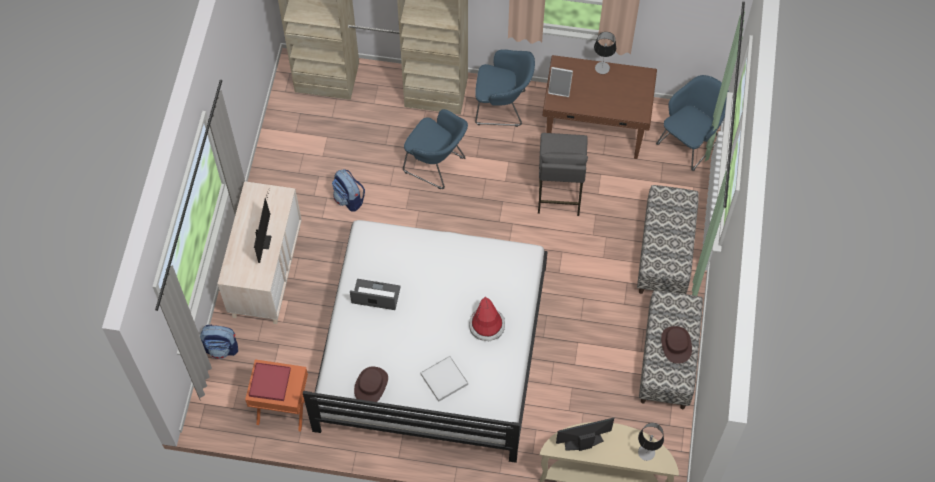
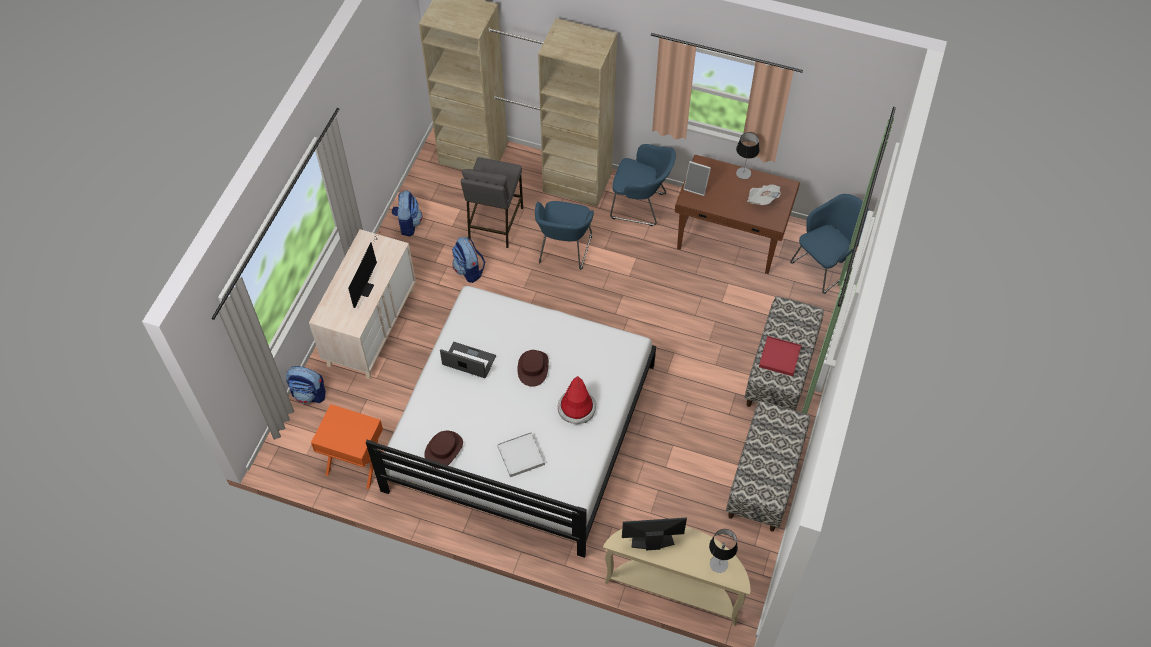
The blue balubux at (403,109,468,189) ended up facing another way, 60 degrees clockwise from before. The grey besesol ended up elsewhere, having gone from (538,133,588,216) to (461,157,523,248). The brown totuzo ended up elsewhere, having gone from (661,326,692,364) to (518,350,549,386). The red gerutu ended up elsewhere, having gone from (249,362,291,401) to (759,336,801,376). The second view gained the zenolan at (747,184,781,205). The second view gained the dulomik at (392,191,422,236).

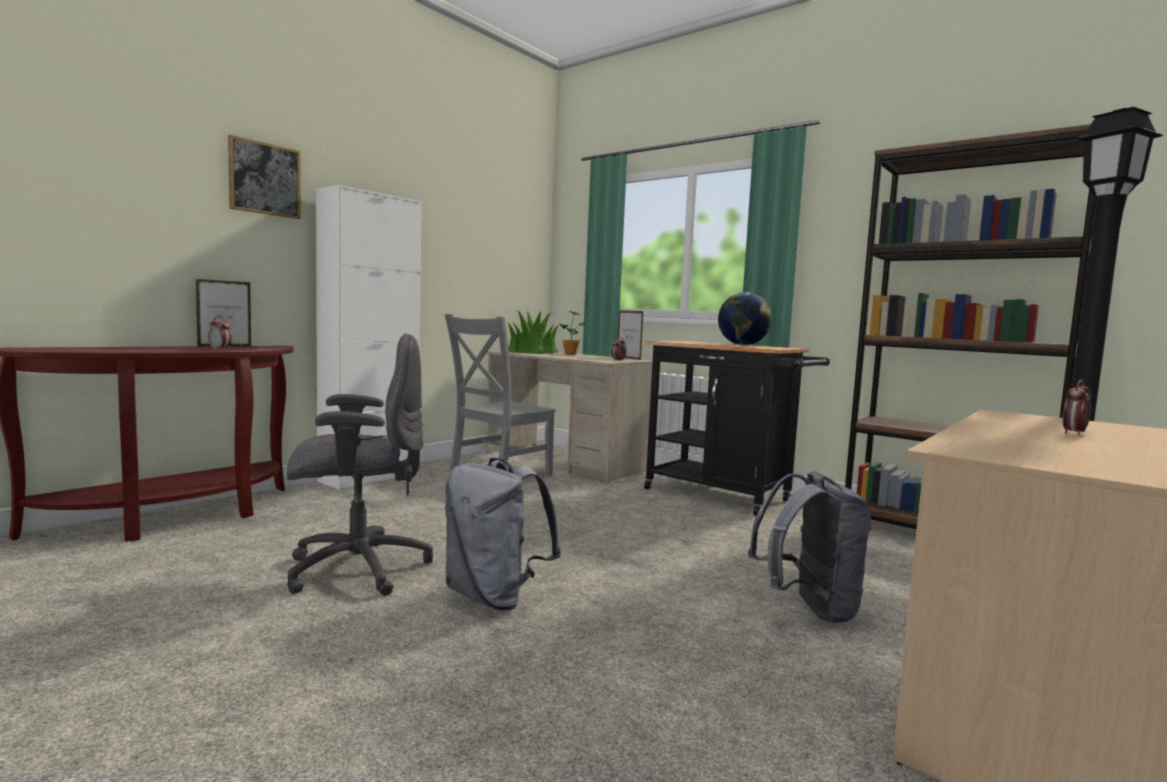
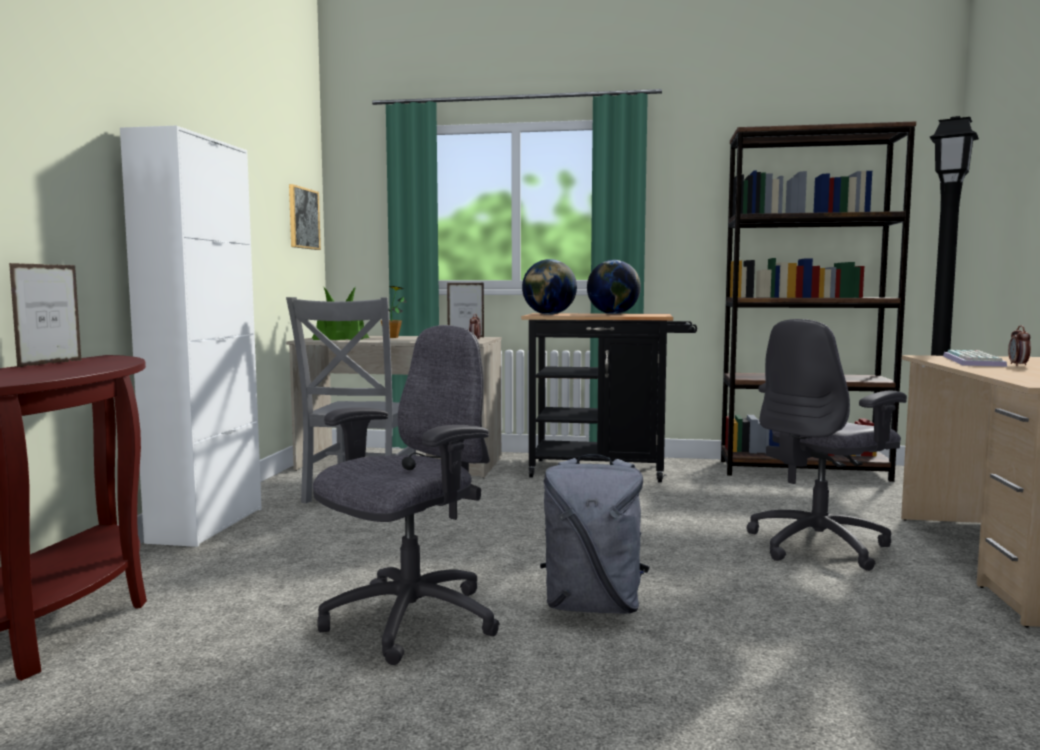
The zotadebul ended up elsewhere, having gone from (228,135,301,219) to (289,184,321,250). The second view lost the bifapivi at (208,317,232,351). Where the grey dulomik stood at (748,471,872,624), the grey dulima came to stand at (746,319,907,571). The second view gained the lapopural at (522,259,577,315). The second view gained the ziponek at (943,350,1007,367).

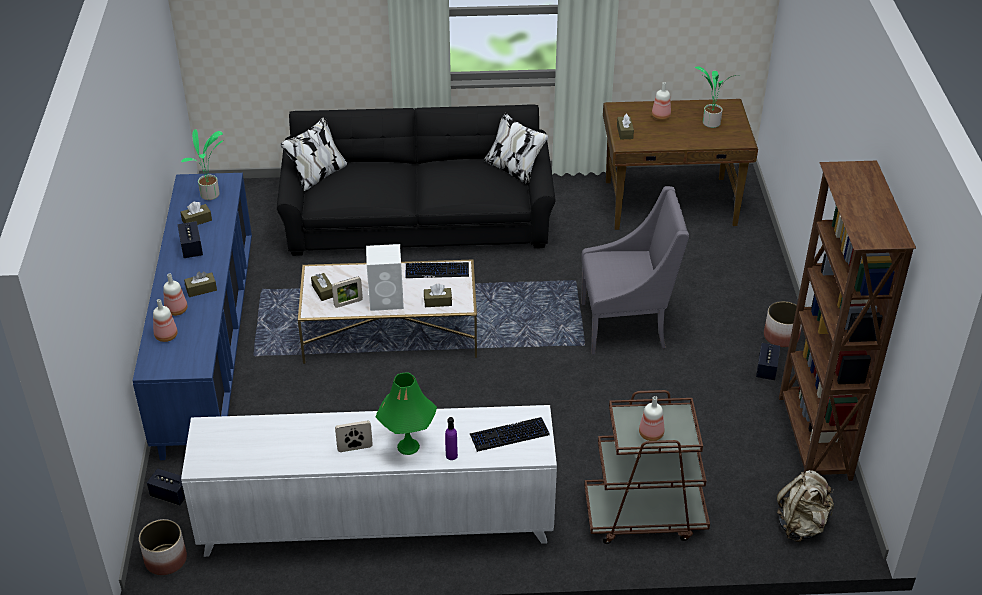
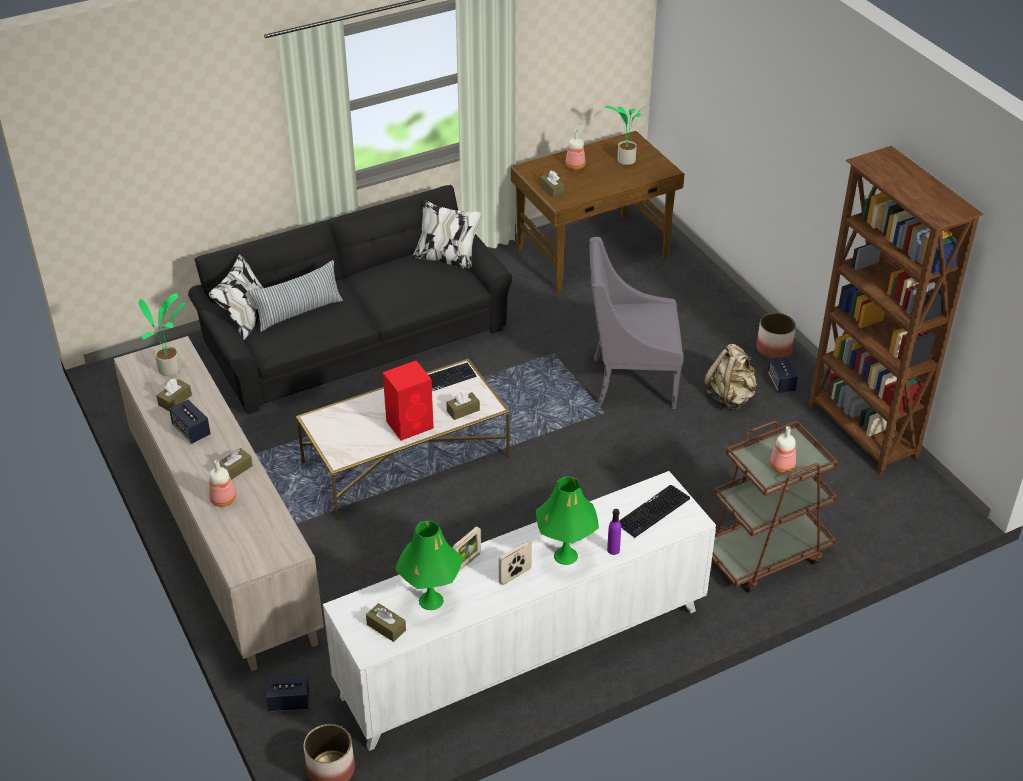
What was the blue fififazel at (133,173,252,460) turned into the beige fififazel at (114,336,324,671). The grey balubux at (581,186,689,355) ended up facing another way, 150 degrees counterclockwise from before. What was the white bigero at (366,244,404,311) turned into the red bigero at (383,361,434,441). The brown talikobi ended up elsewhere, having gone from (311,273,333,301) to (366,603,406,642). The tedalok ended up elsewhere, having gone from (332,277,363,308) to (452,526,481,572). The second view lost the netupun at (153,299,178,342). The beige dulomik ended up elsewhere, having gone from (777,470,834,542) to (704,344,757,410). The second view gained the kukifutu at (249,260,343,332). The second view gained the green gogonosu at (395,521,463,610).

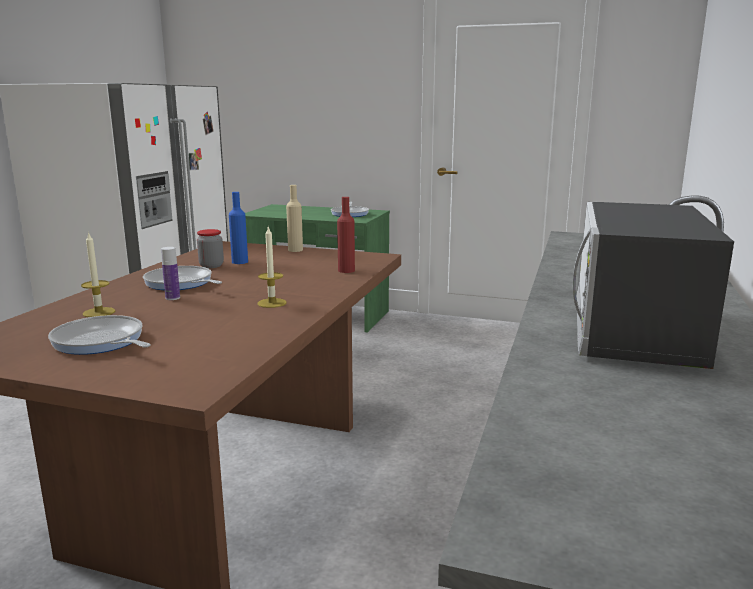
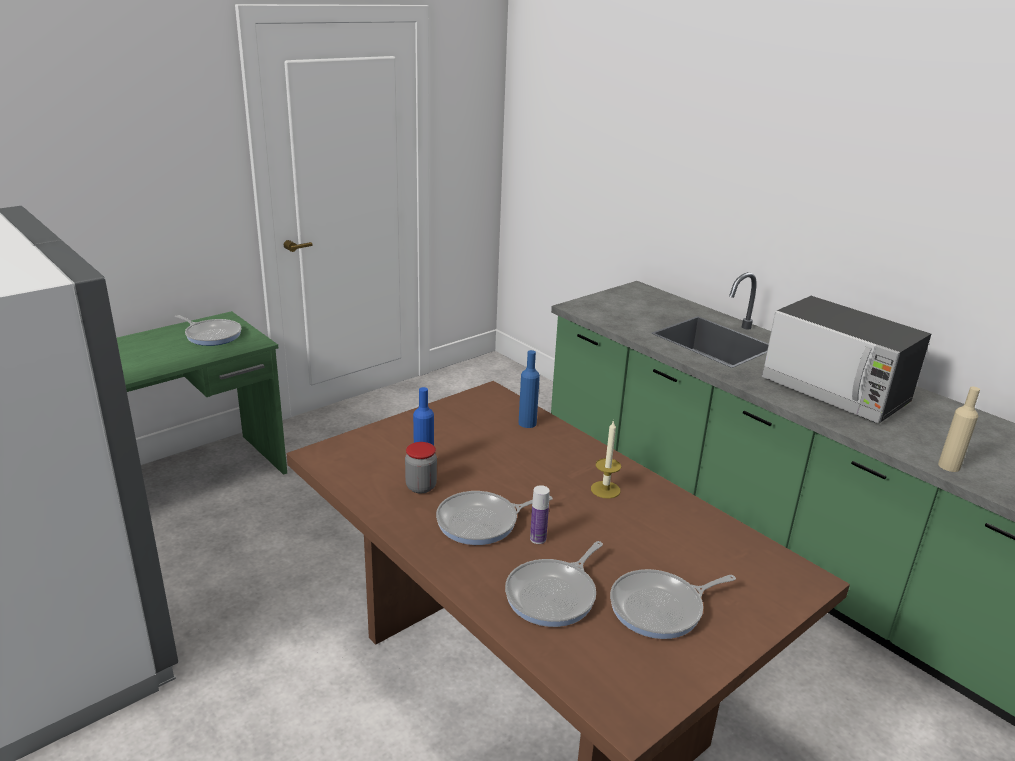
The beige netupun ended up elsewhere, having gone from (286,185,303,252) to (938,386,980,472). What was the red netupun at (337,197,355,273) turned into the blue netupun at (519,350,540,428). Where the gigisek stood at (81,232,115,317), the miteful came to stand at (505,541,603,627).

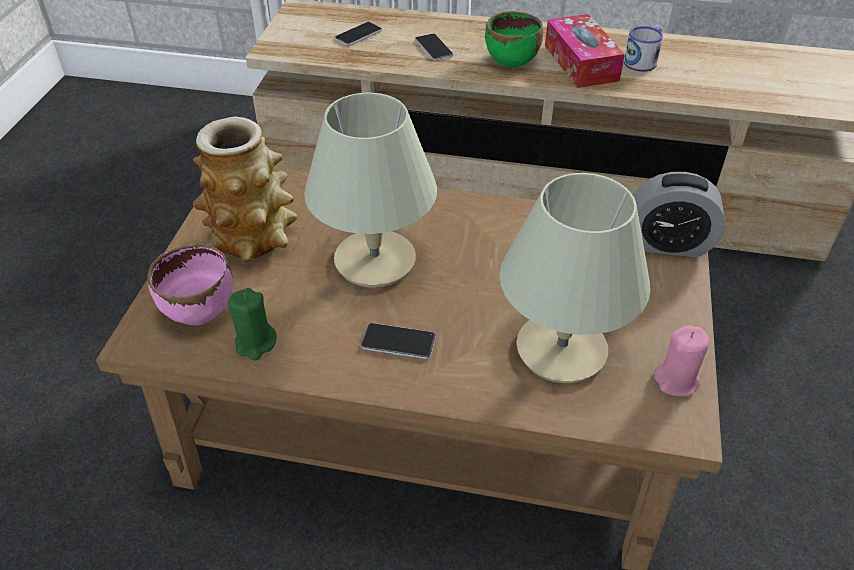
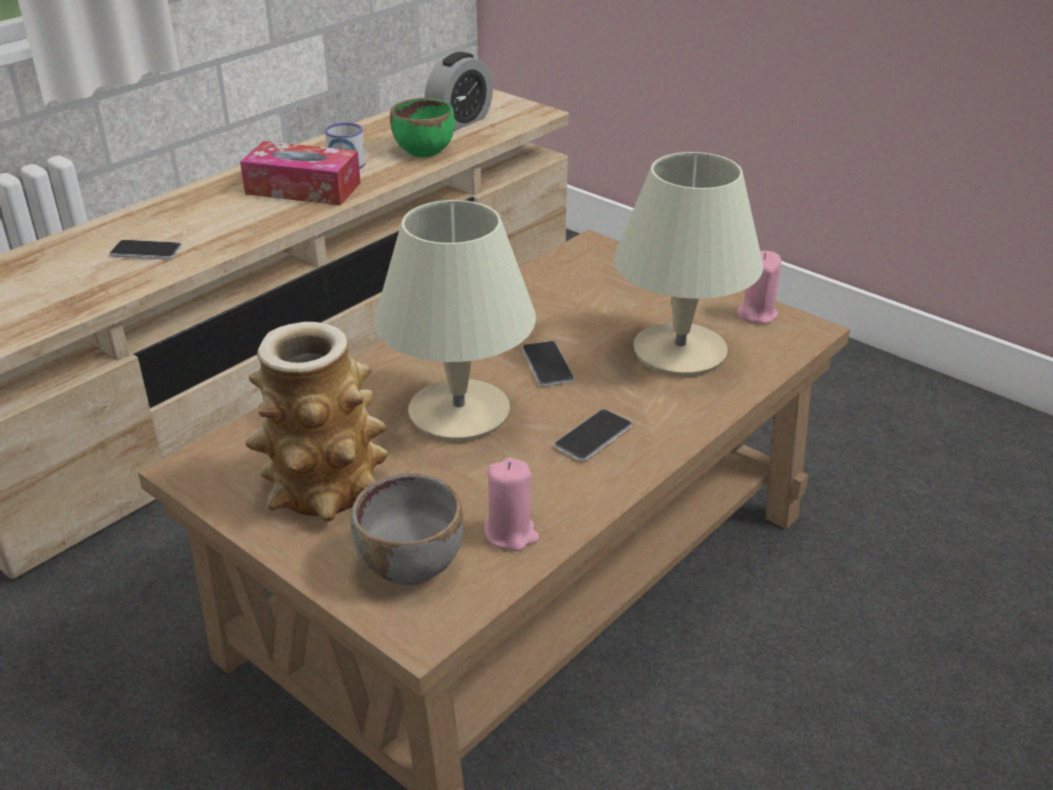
The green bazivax ended up elsewhere, having gone from (485,11,543,68) to (390,98,455,157). The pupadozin ended up elsewhere, having gone from (335,22,382,46) to (522,341,575,387). The bifapivi ended up elsewhere, having gone from (633,172,725,257) to (425,52,493,131). What was the pink bazivax at (147,244,233,325) turned into the grey bazivax at (351,473,463,585). What was the green gigisek at (228,288,277,360) turned into the pink gigisek at (484,457,539,551).

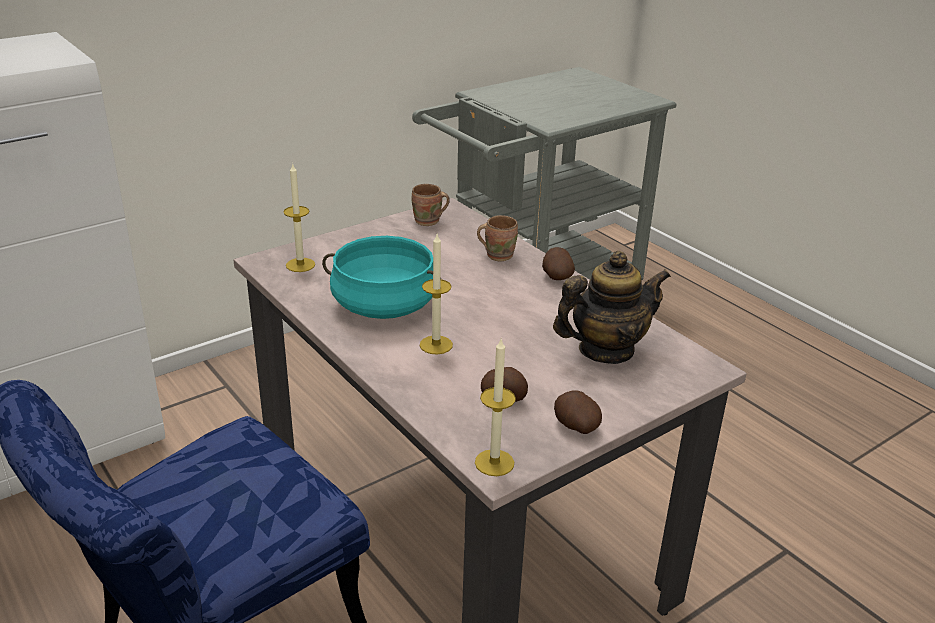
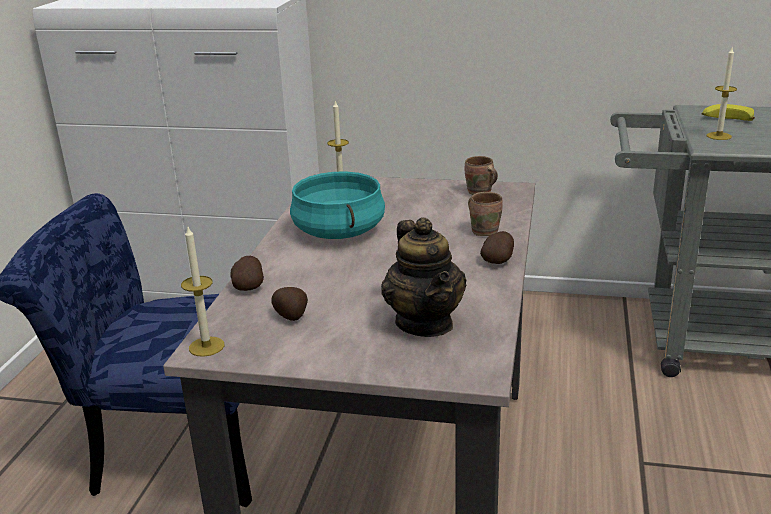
The gigisek ended up elsewhere, having gone from (420,234,453,354) to (706,48,737,140). The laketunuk at (553,251,671,364) ended up facing another way, 45 degrees clockwise from before. The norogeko ended up elsewhere, having gone from (554,390,602,434) to (230,256,264,291). The second view gained the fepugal at (702,104,755,121).

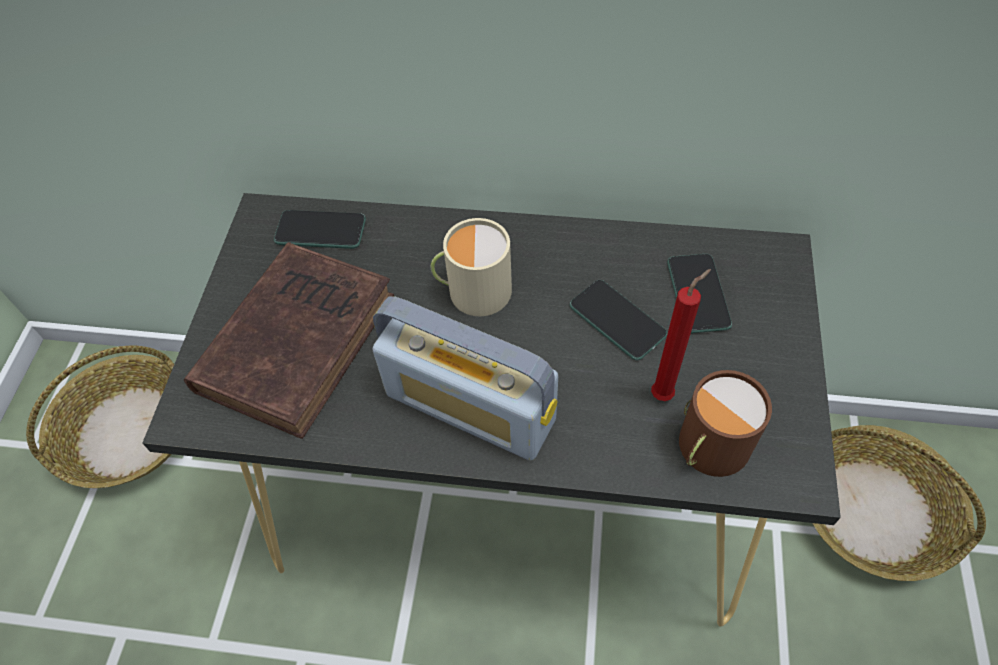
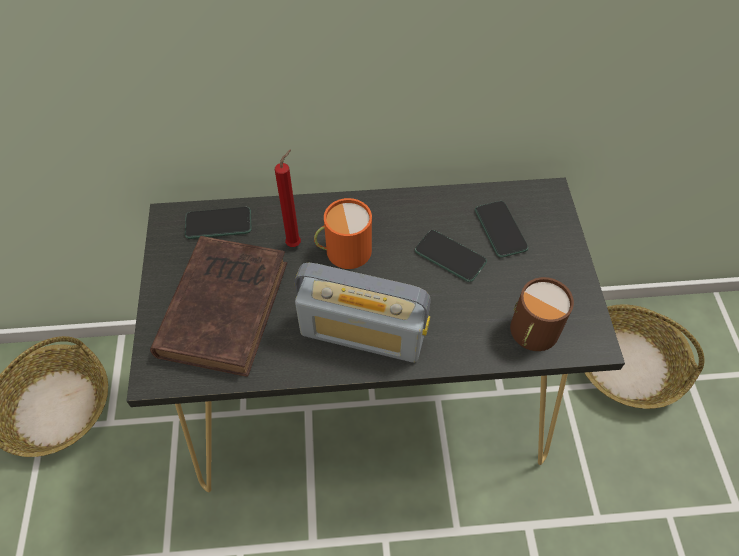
What was the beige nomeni at (431,218,512,316) turned into the orange nomeni at (314,198,372,269). The red gigisek ended up elsewhere, having gone from (651,269,711,401) to (275,149,301,247).

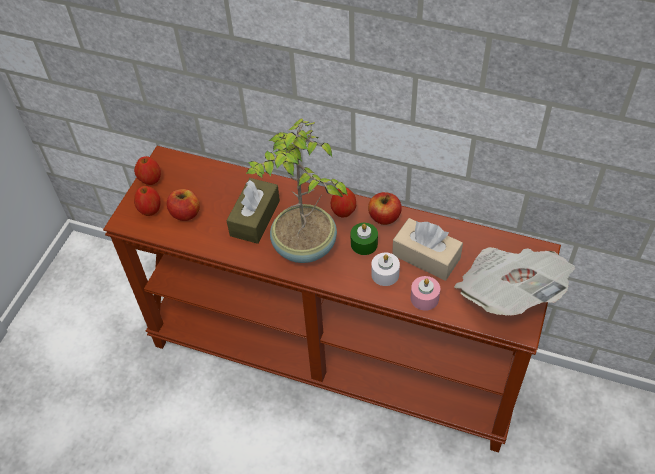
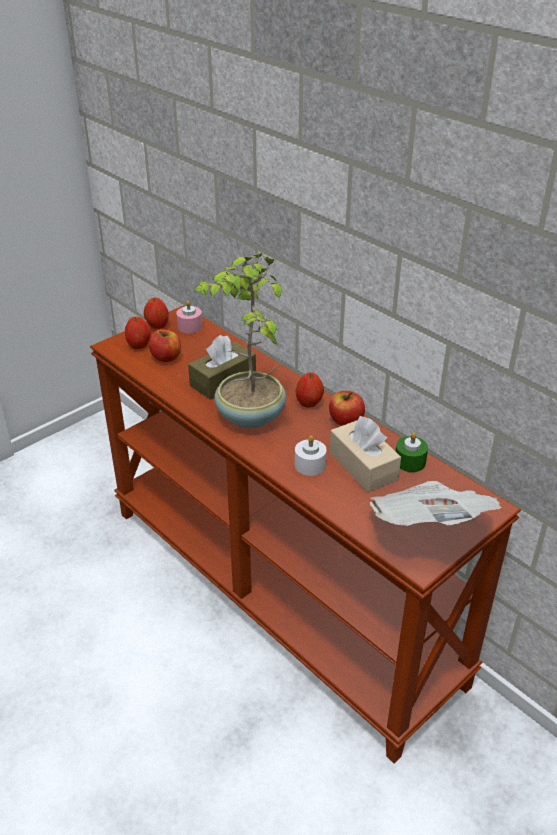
The green gigisek ended up elsewhere, having gone from (351,223,378,255) to (396,432,428,472). The pink gigisek ended up elsewhere, having gone from (410,276,440,311) to (176,300,203,333).

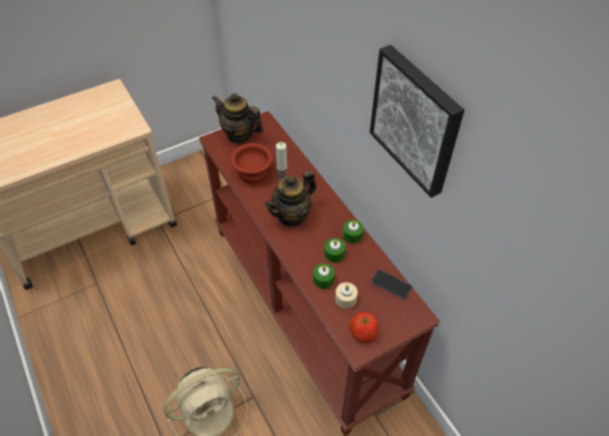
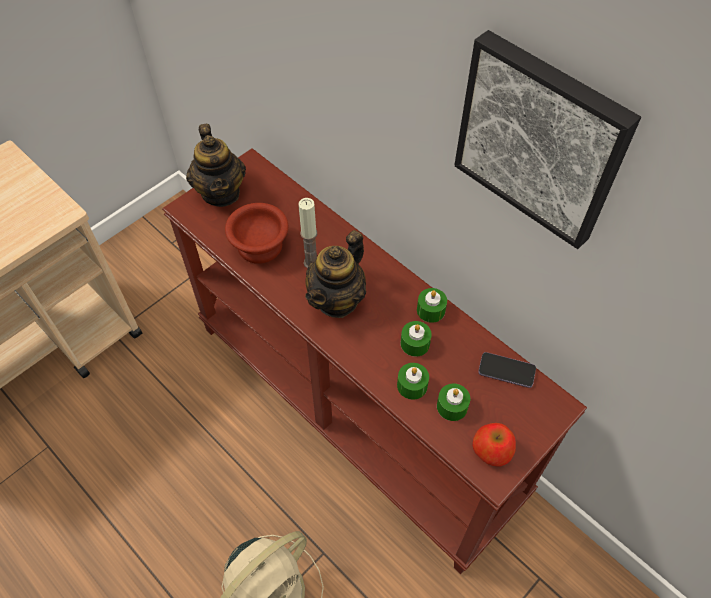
The laketunuk at (212,93,263,144) ended up facing another way, 120 degrees counterclockwise from before. What was the beige gigisek at (335,282,358,309) turned into the green gigisek at (437,384,470,421).

